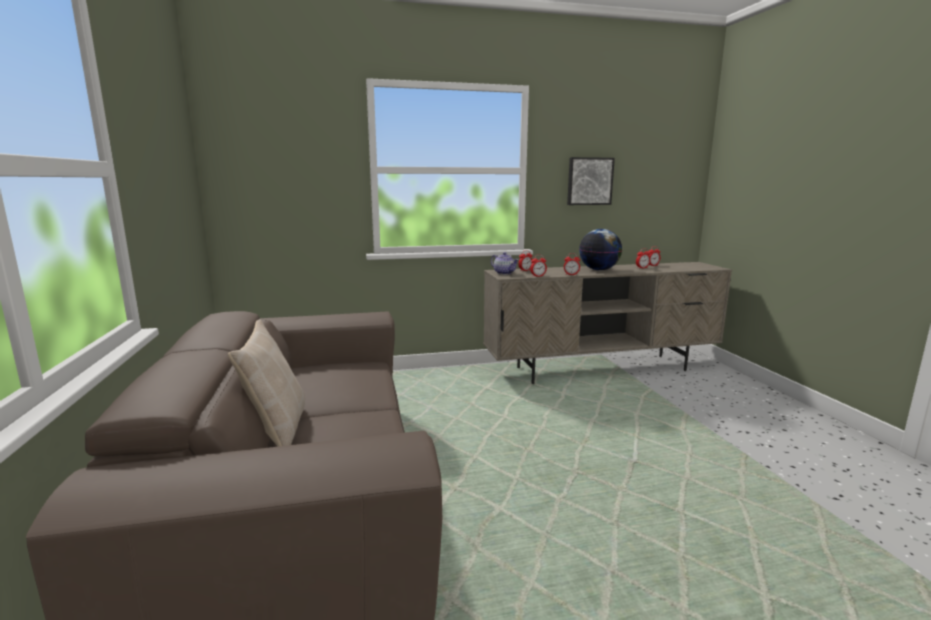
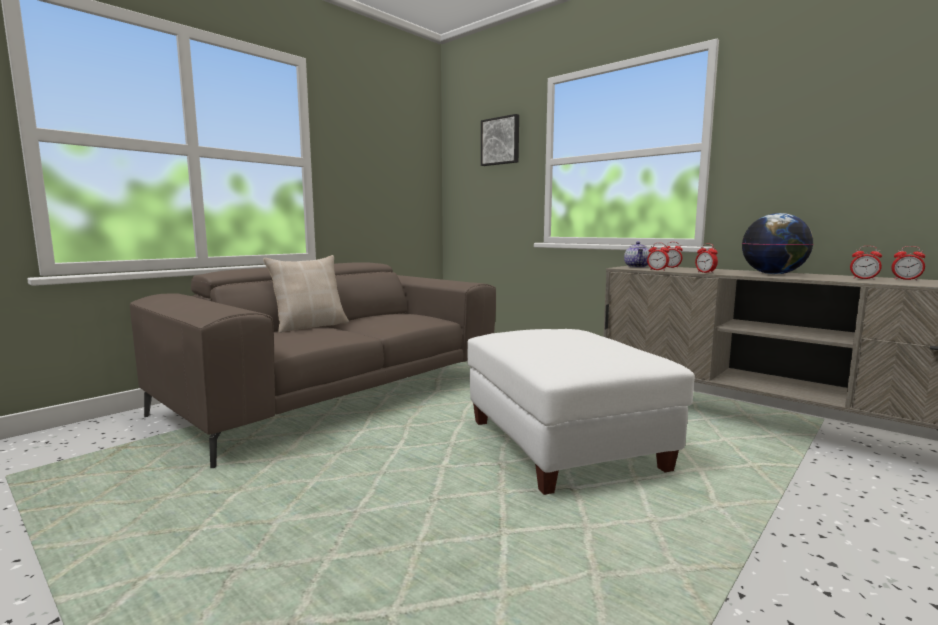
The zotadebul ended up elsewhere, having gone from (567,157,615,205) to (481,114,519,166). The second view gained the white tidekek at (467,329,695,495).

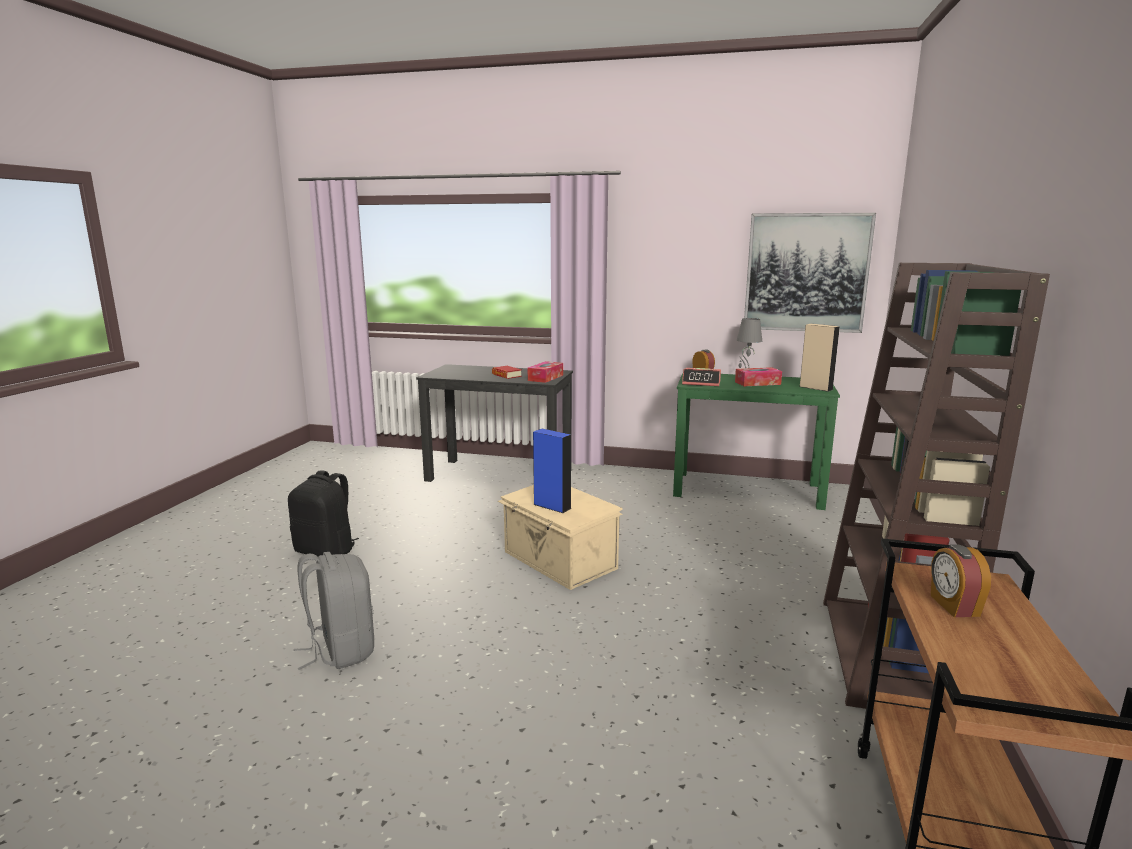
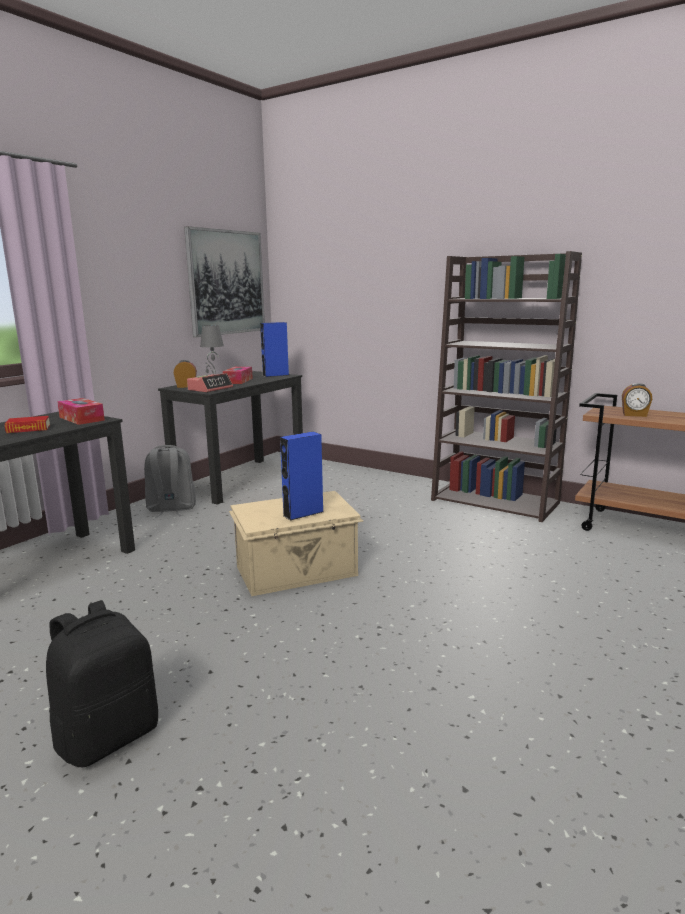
What was the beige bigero at (800,324,840,392) turned into the blue bigero at (260,322,289,377). What was the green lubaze at (673,373,840,510) turned into the black lubaze at (158,371,303,505). The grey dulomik ended up elsewhere, having gone from (293,552,374,670) to (144,445,196,518).

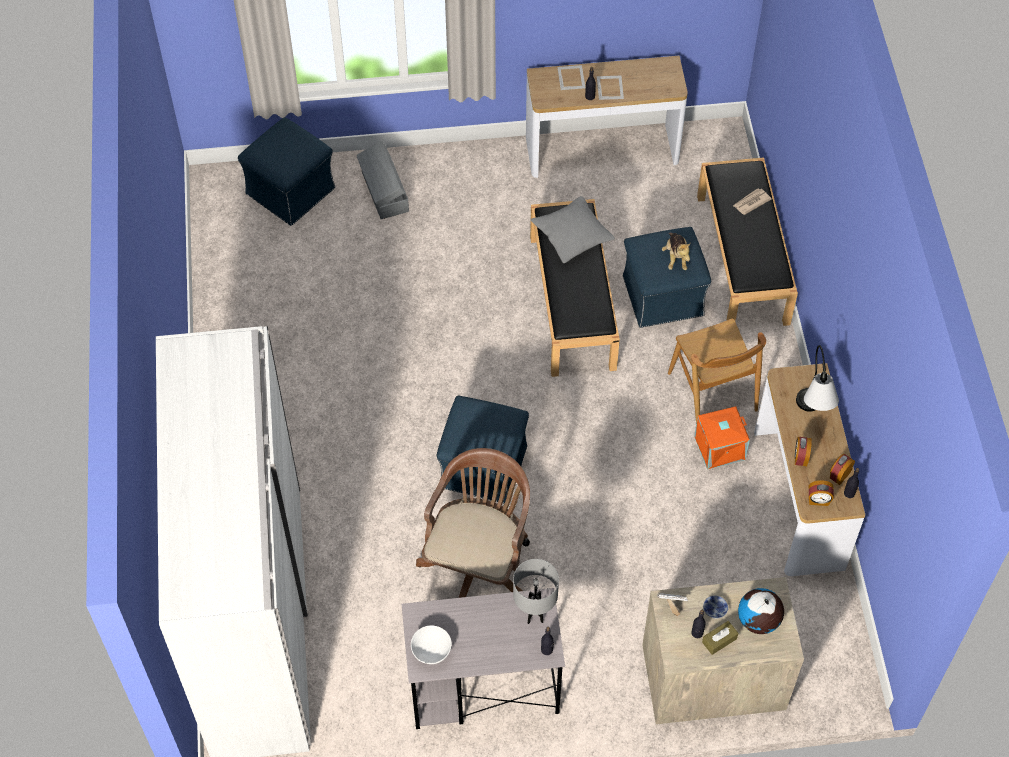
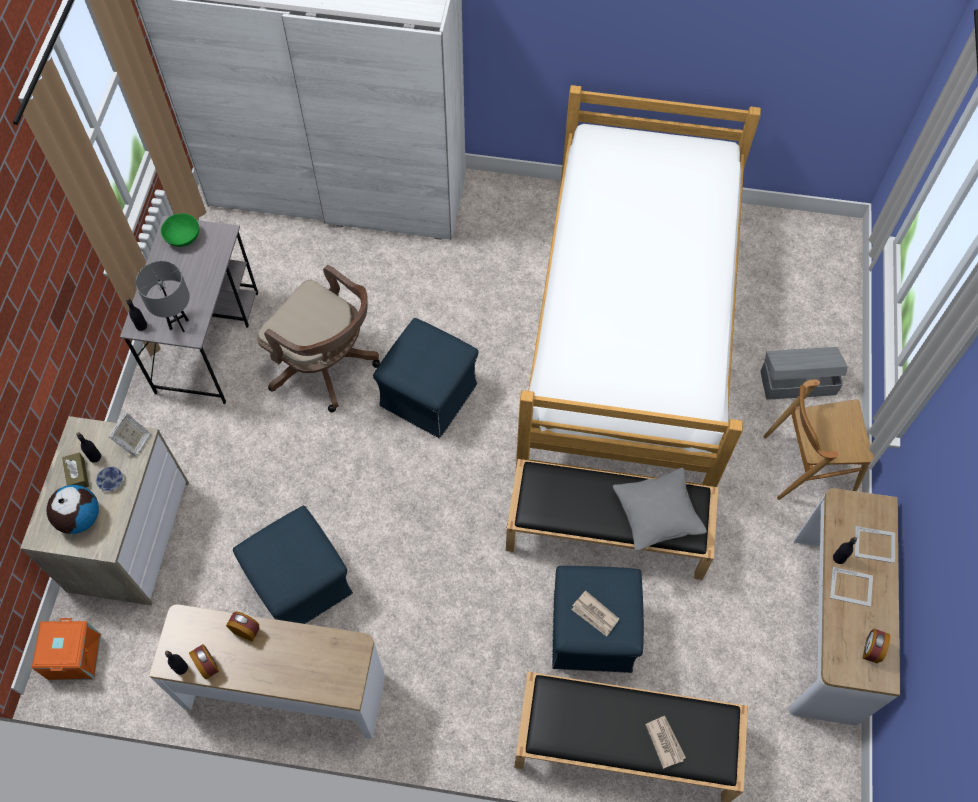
The blue tidekek ended up elsewhere, having gone from (238,117,335,226) to (233,506,353,624). Where the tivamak stood at (662,232,691,270), the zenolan came to stand at (572,591,619,637). The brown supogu ended up elsewhere, having gone from (668,319,766,423) to (763,379,874,500). The second view lost the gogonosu at (796,345,839,412). The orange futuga ended up elsewhere, having gone from (694,406,750,469) to (32,618,101,680). The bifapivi ended up elsewhere, having gone from (809,480,834,506) to (862,629,890,663). What was the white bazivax at (411,625,452,664) turned into the green bazivax at (161,213,199,247). The second view gained the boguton at (516,85,761,487).

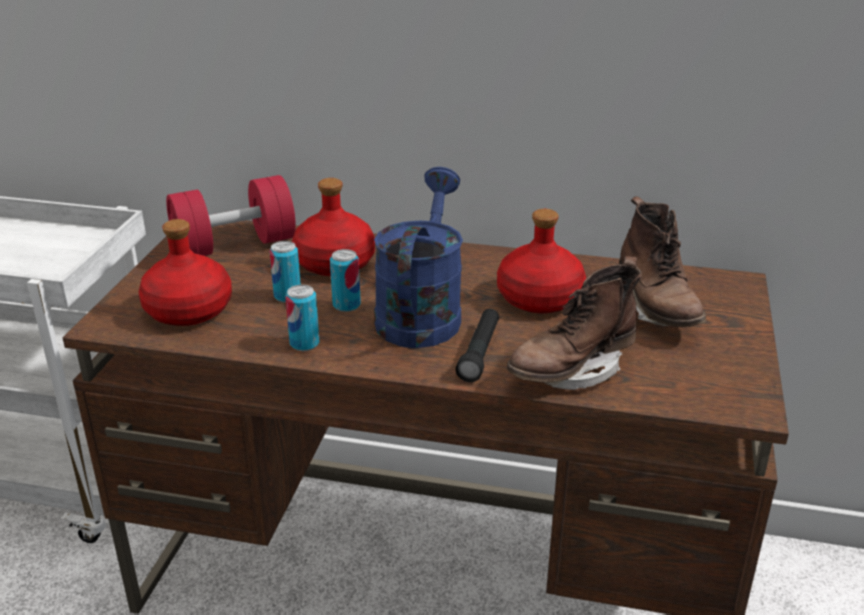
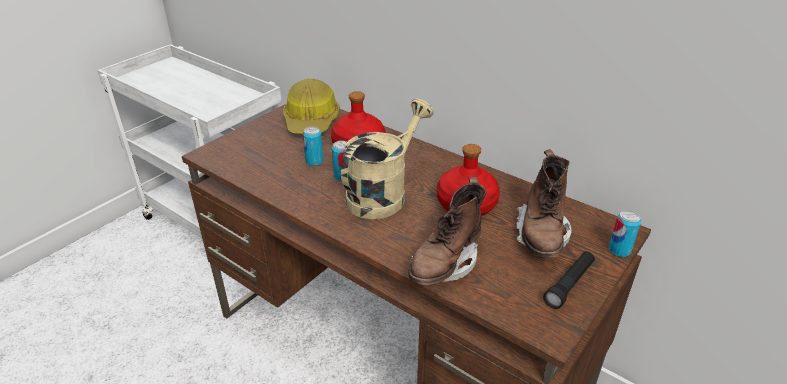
What was the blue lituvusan at (374,167,463,348) turned into the beige lituvusan at (341,99,434,219). Where the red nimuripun stood at (166,175,296,256), the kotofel came to stand at (283,79,340,134). The second view lost the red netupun at (138,219,232,326). The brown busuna at (507,256,642,390) ended up facing another way, 45 degrees counterclockwise from before. The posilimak ended up elsewhere, having gone from (285,285,319,351) to (609,210,641,257). The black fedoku ended up elsewhere, having gone from (456,309,499,382) to (543,251,595,309).

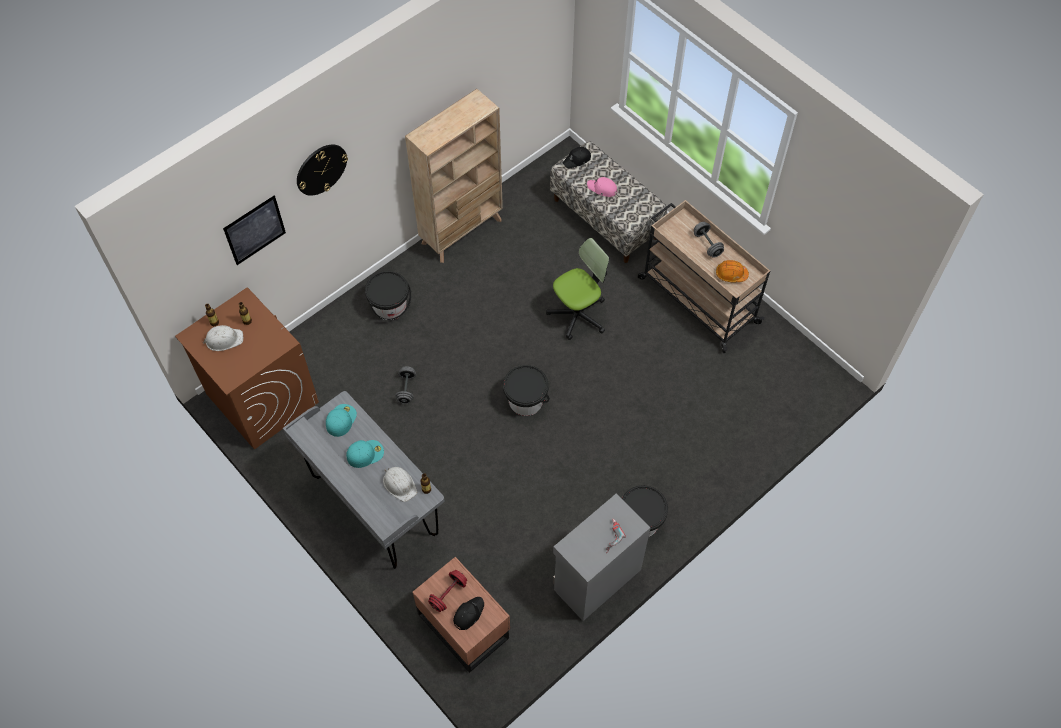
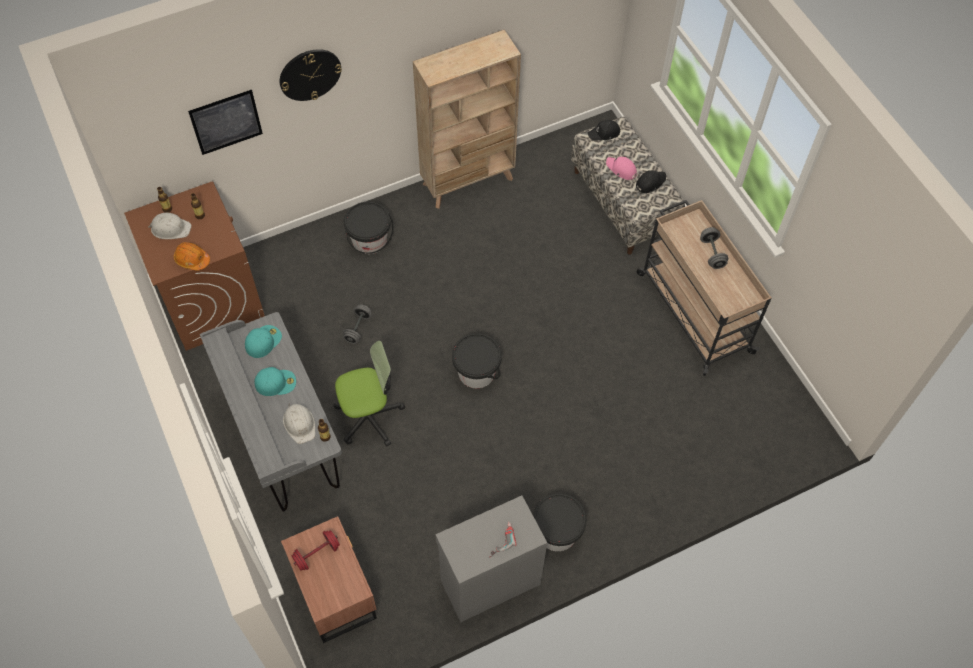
The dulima ended up elsewhere, having gone from (546,238,609,340) to (334,341,405,446). The orange kotofel ended up elsewhere, having gone from (716,260,749,282) to (174,242,210,271). The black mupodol ended up elsewhere, having gone from (453,597,484,630) to (636,170,666,193).

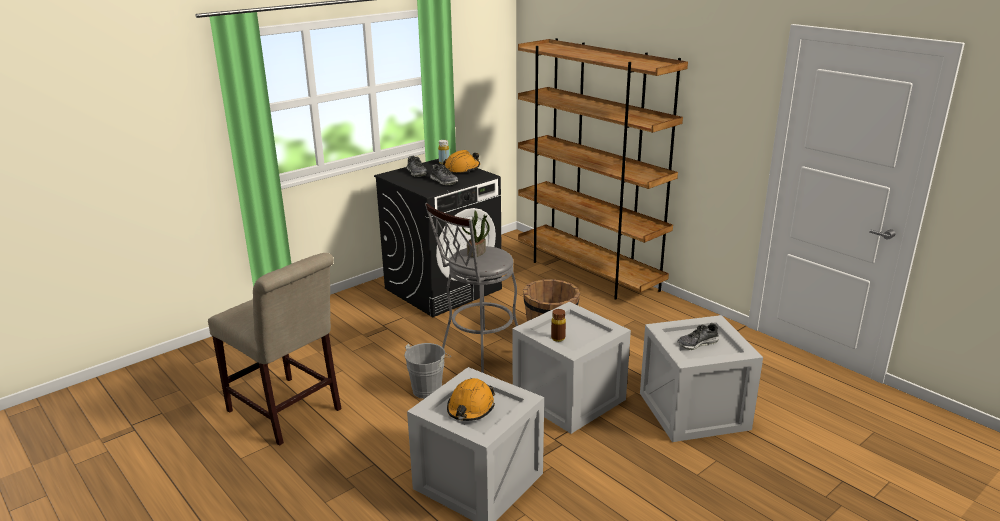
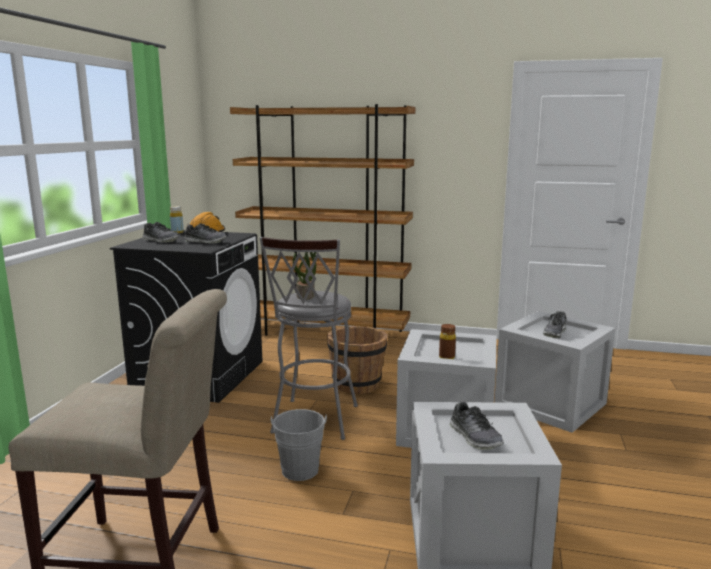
Where the orange kotofel stood at (447,378,495,421), the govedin came to stand at (449,401,503,450).

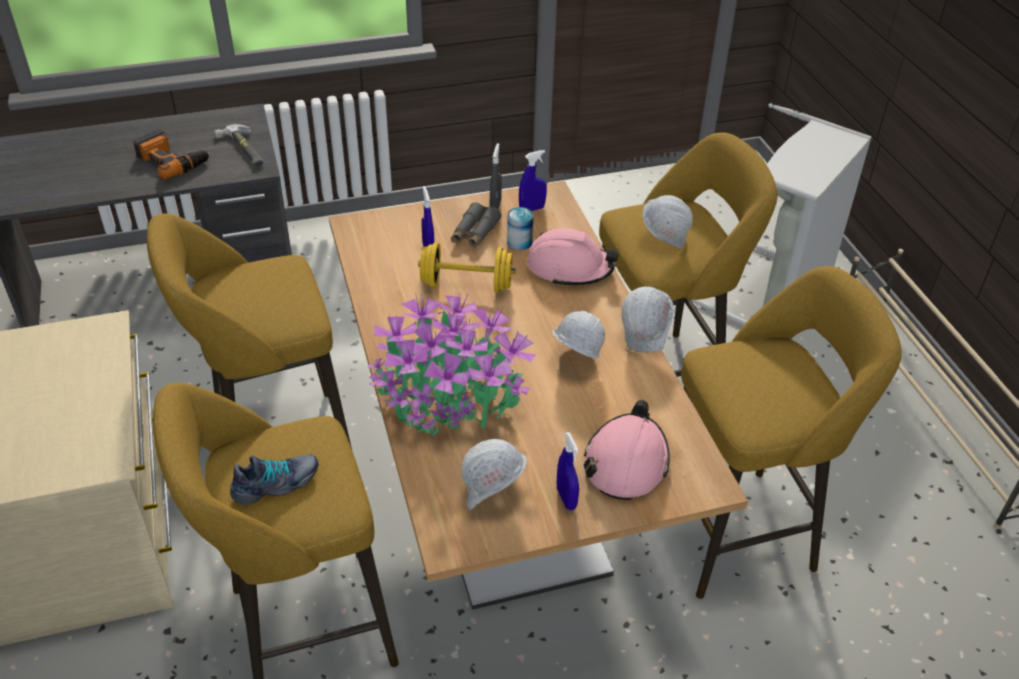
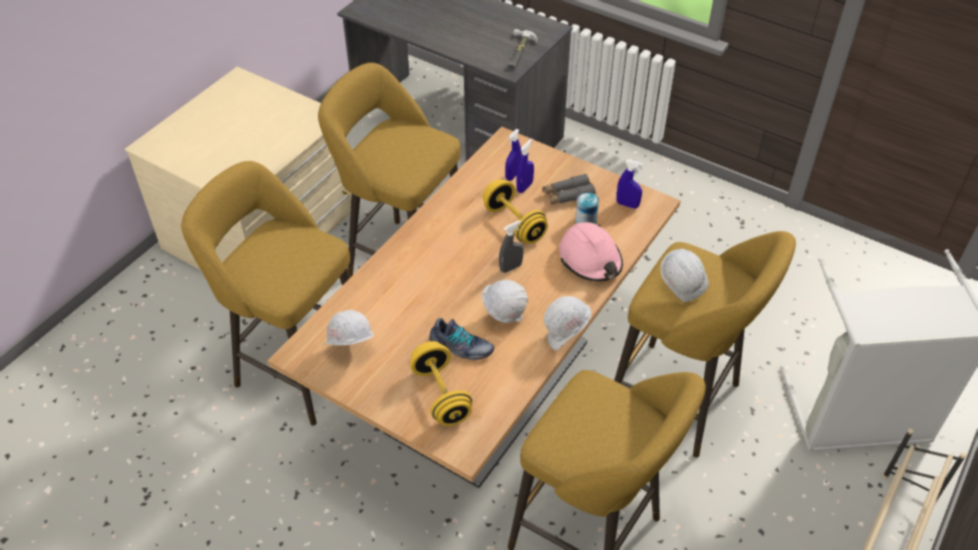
The second view lost the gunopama at (133,129,210,180). The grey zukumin ended up elsewhere, having gone from (490,143,502,209) to (499,220,524,273). The second view lost the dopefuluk at (367,292,536,435). Where the pink kotofel stood at (584,400,670,500), the yellow nimuripun came to stand at (410,341,472,426). The blue zukumin ended up elsewhere, having gone from (557,432,579,510) to (505,129,522,181). The govedin ended up elsewhere, having gone from (230,455,318,505) to (429,318,494,360).

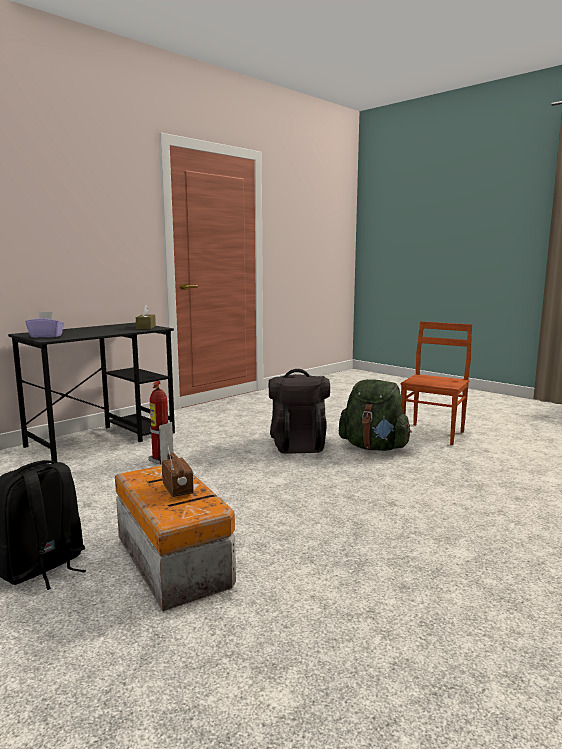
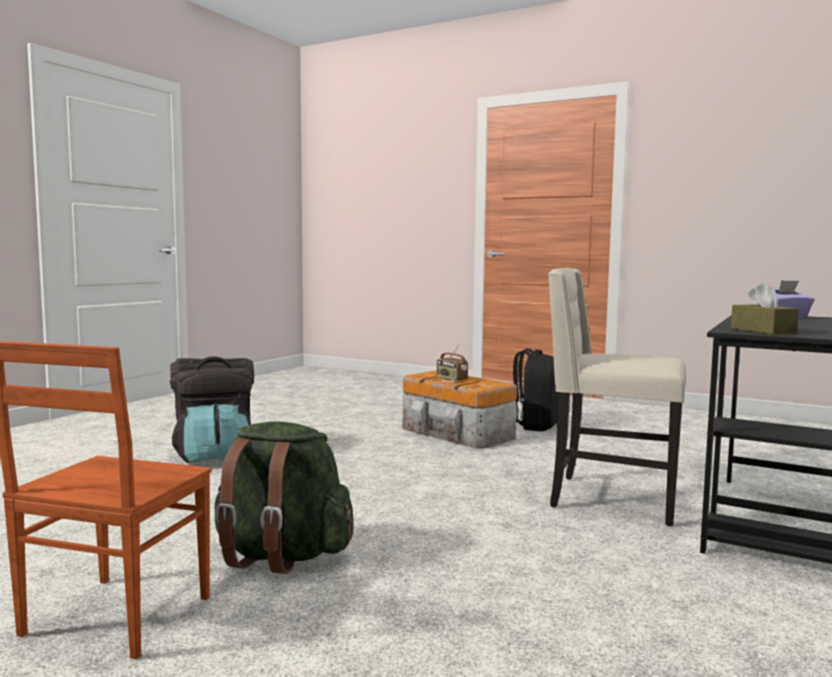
The black dulomik ended up elsewhere, having gone from (269,369,330,454) to (170,356,254,463). Where the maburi stood at (149,381,174,465), the beige supogu came to stand at (548,268,685,526).

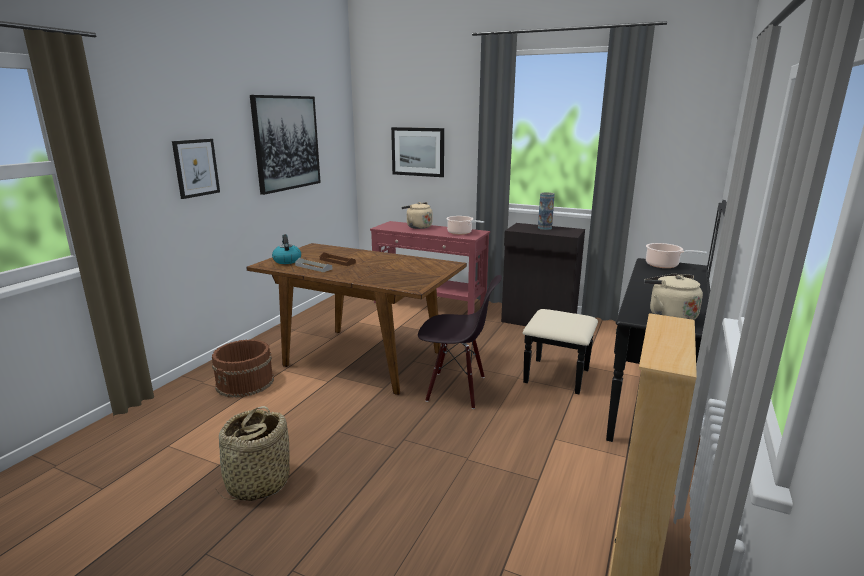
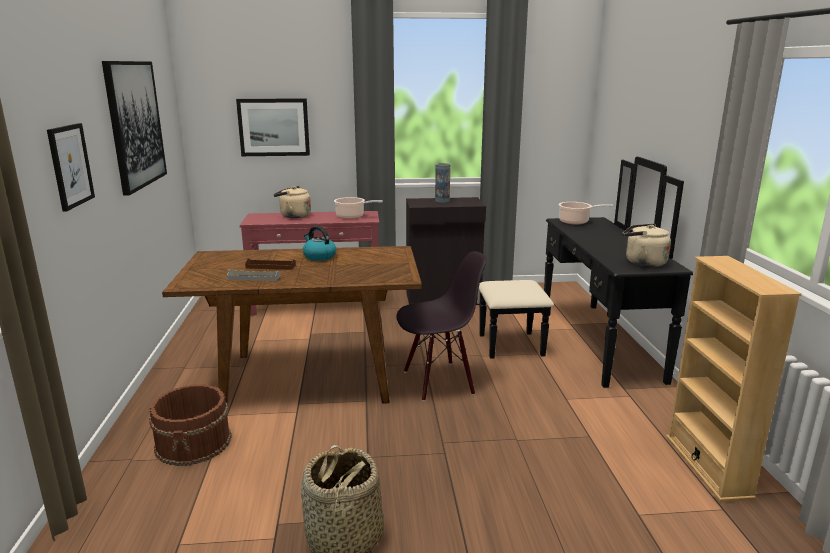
The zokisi ended up elsewhere, having gone from (272,234,301,264) to (303,226,336,261).

